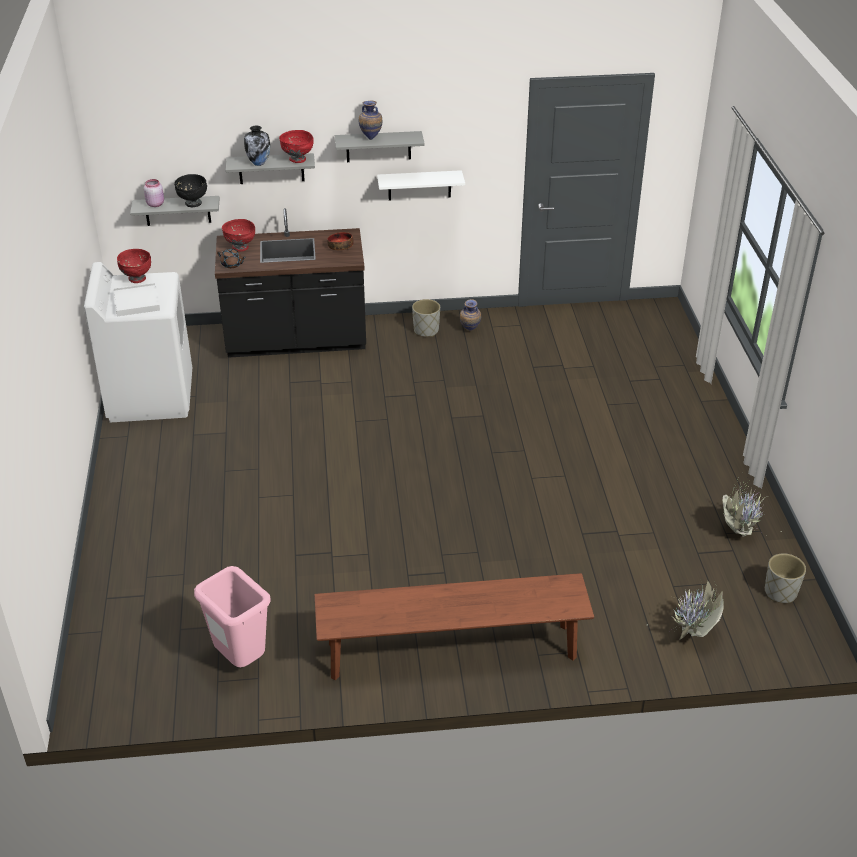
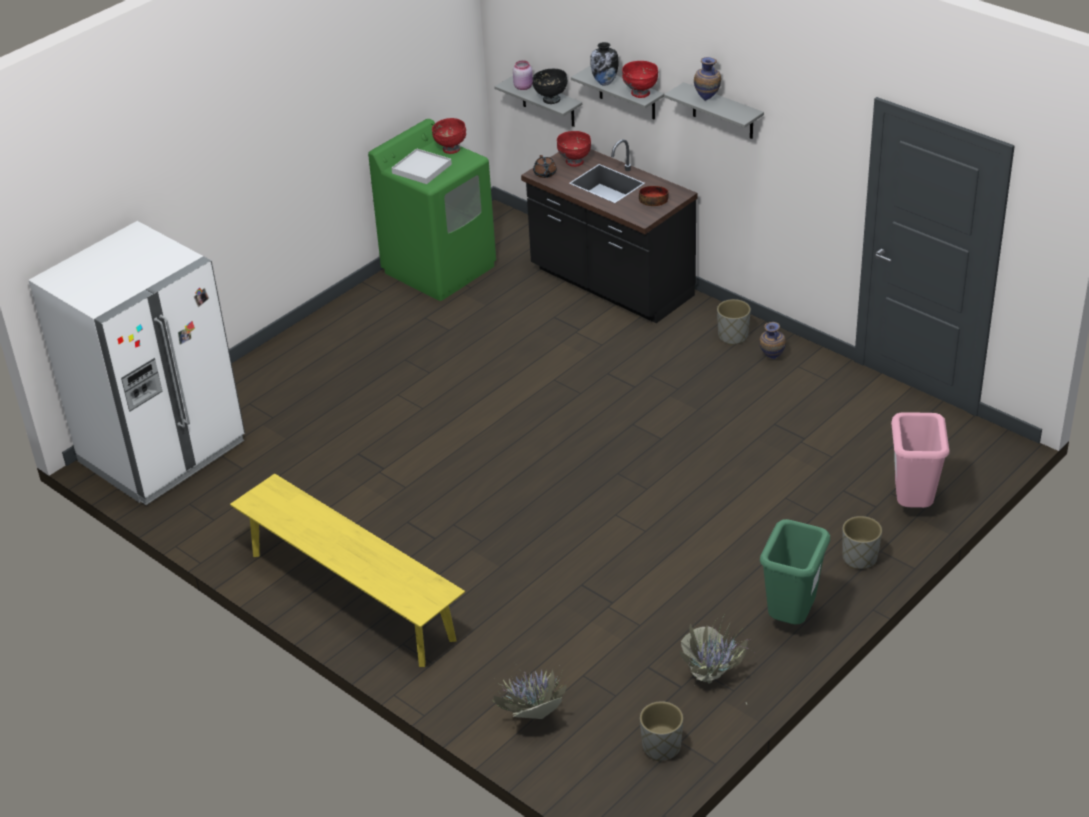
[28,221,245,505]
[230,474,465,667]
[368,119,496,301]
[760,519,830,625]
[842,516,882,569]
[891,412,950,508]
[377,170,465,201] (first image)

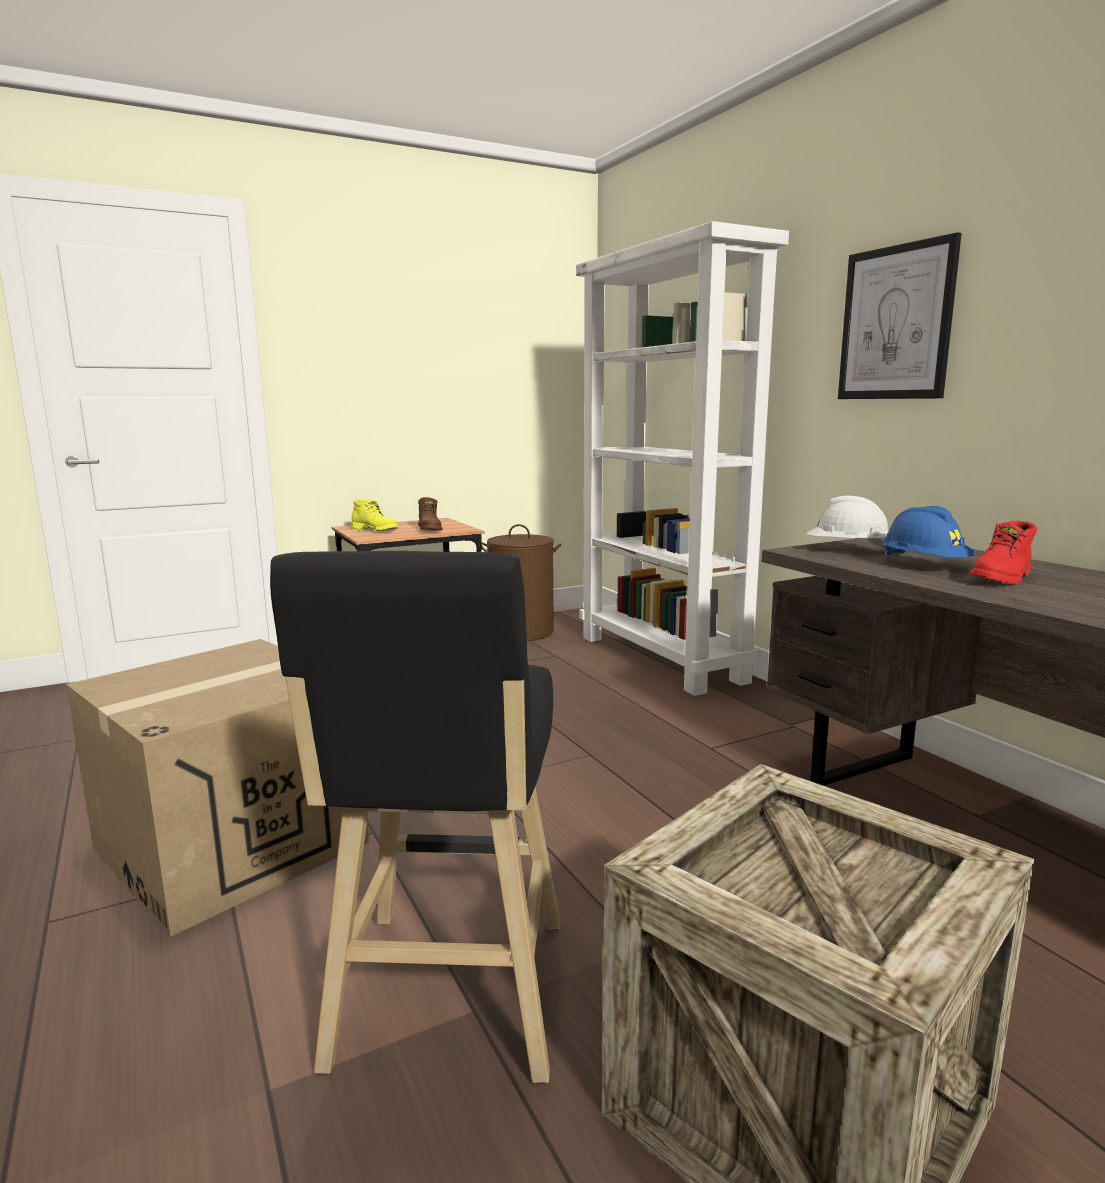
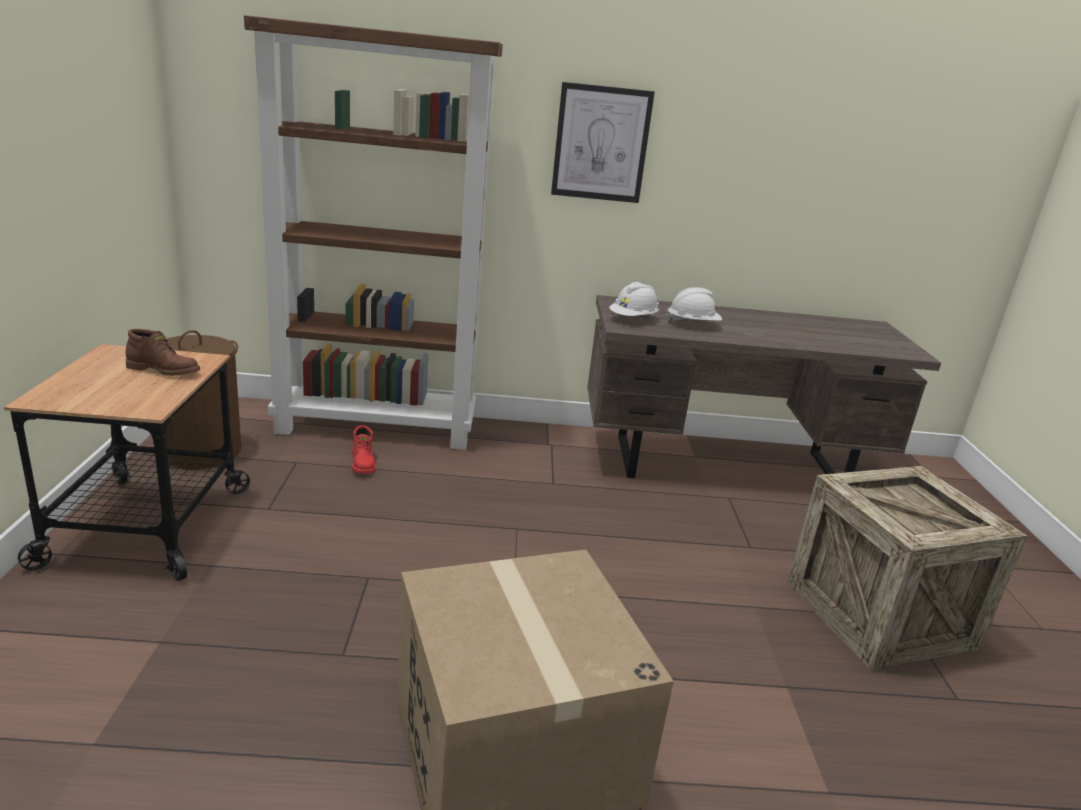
[244,15,503,450]
[352,425,376,474]
[666,287,722,322]
[270,551,560,1083] (first image)
[351,499,398,531] (first image)

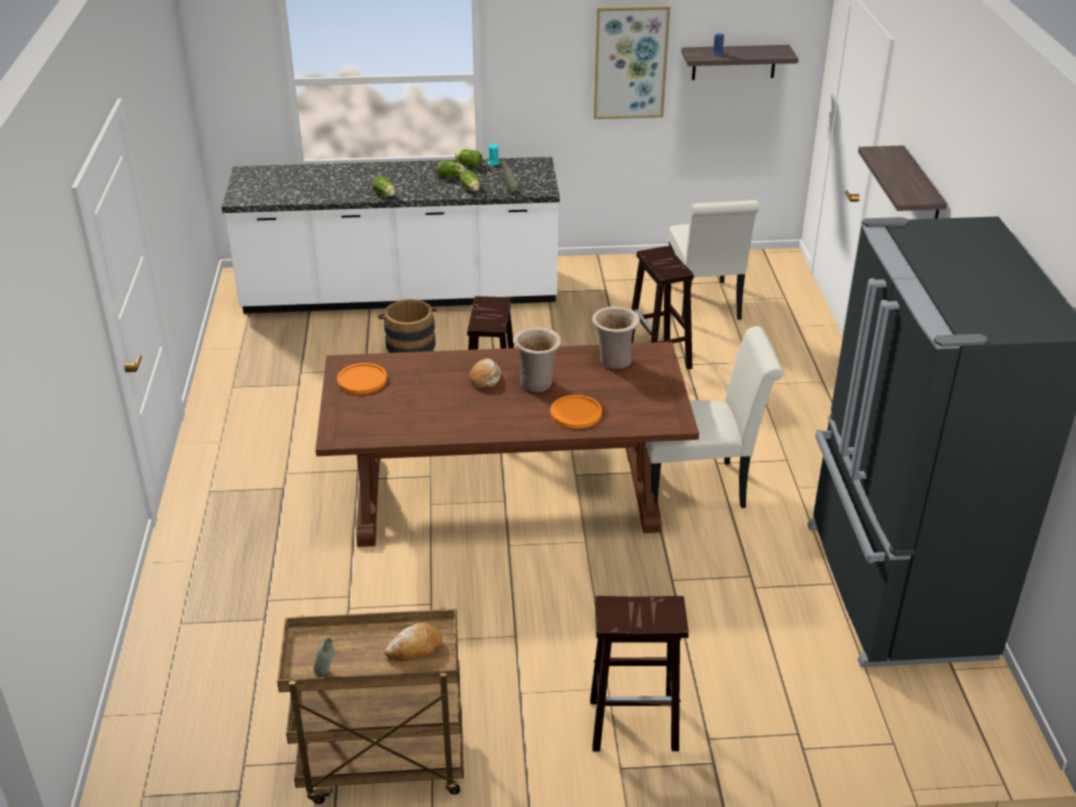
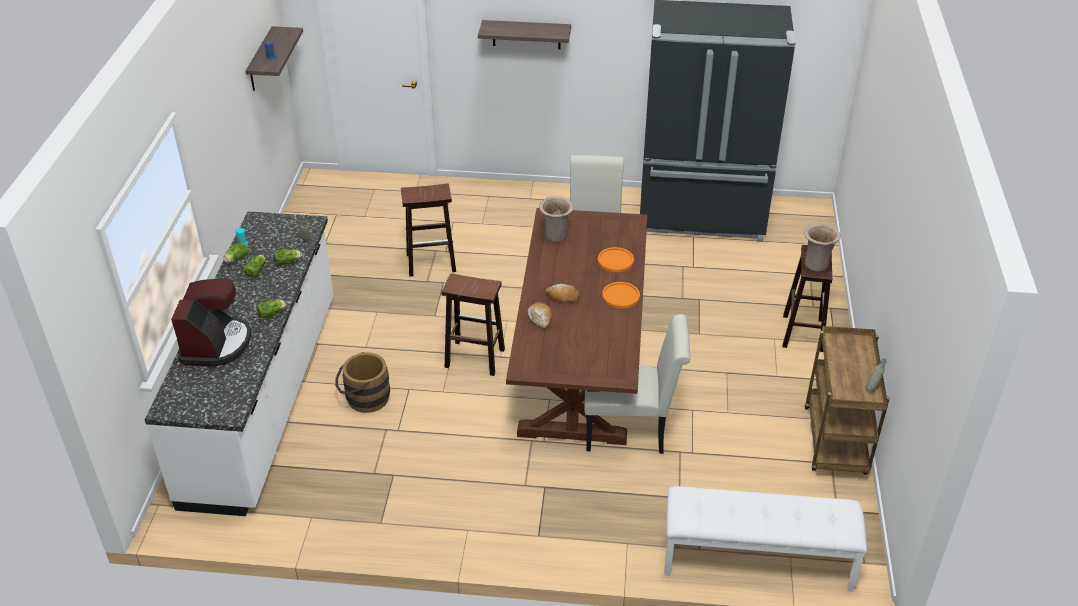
[171,278,251,366]
[528,302,552,329]
[584,314,690,454]
[602,282,640,309]
[664,486,867,591]
[804,224,841,271]
[593,5,670,119] (first image)

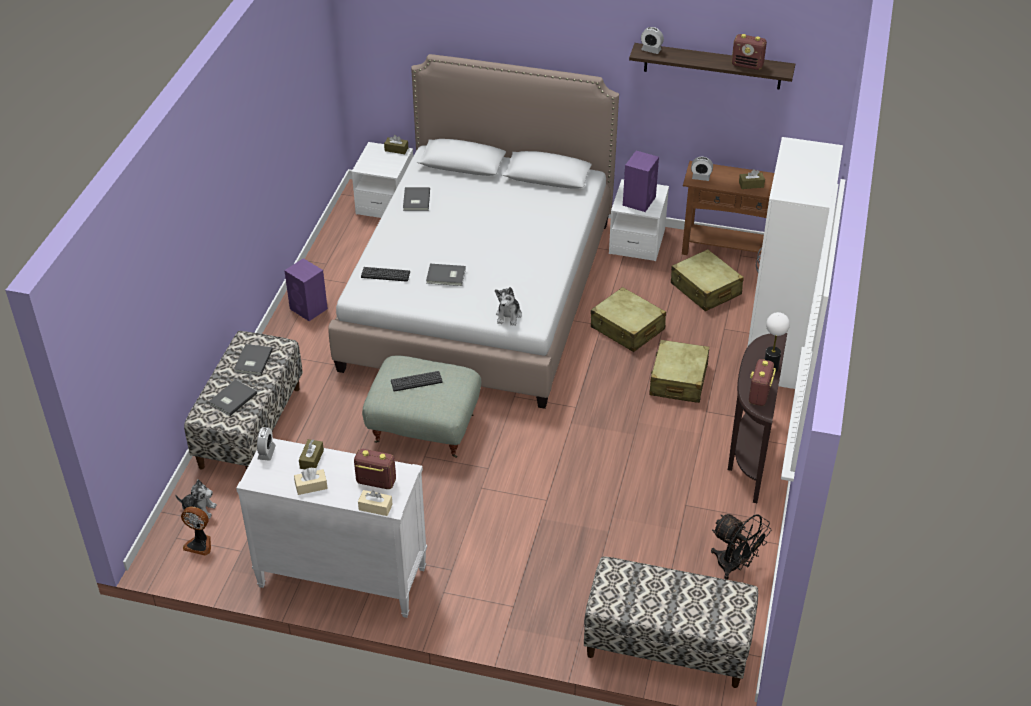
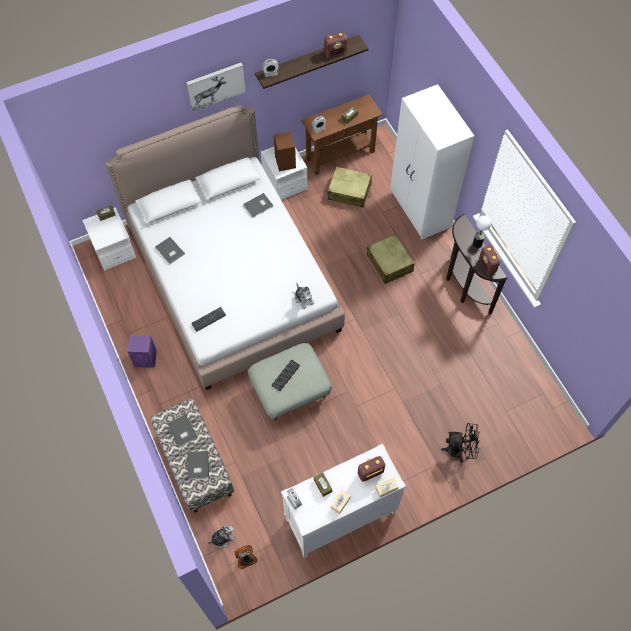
[187,63,246,112]
[243,193,273,218]
[274,131,296,171]
[441,423,480,463]
[584,556,758,688] (first image)
[591,287,666,352] (first image)

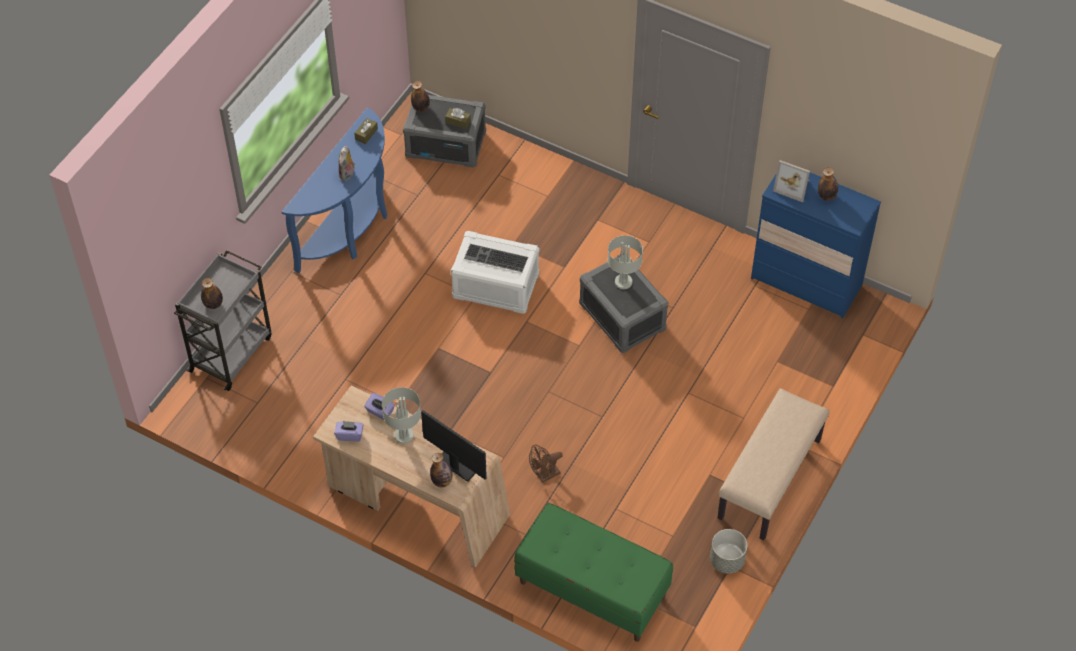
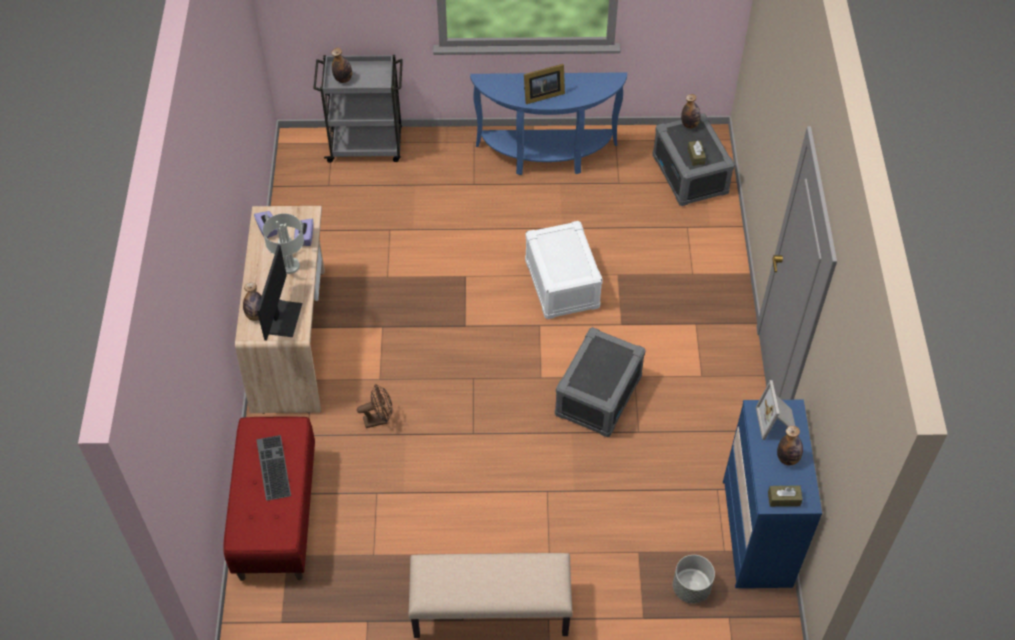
[223,416,315,581]
[256,435,291,501]
[357,384,393,428]
[524,64,565,104]
[673,555,715,604]
[768,486,803,507]
[608,235,643,289] (first image)

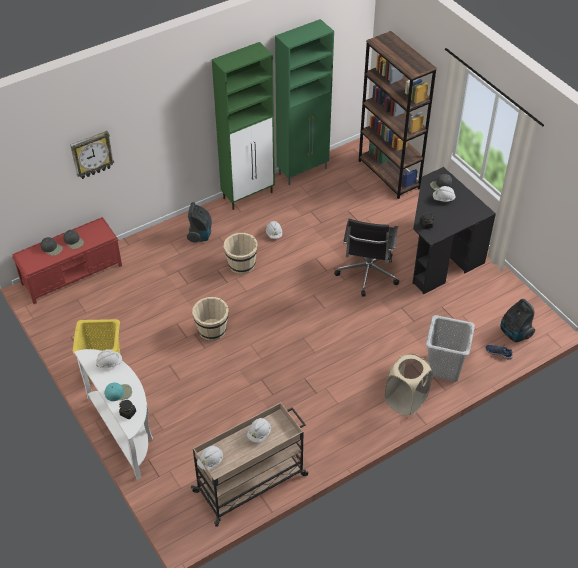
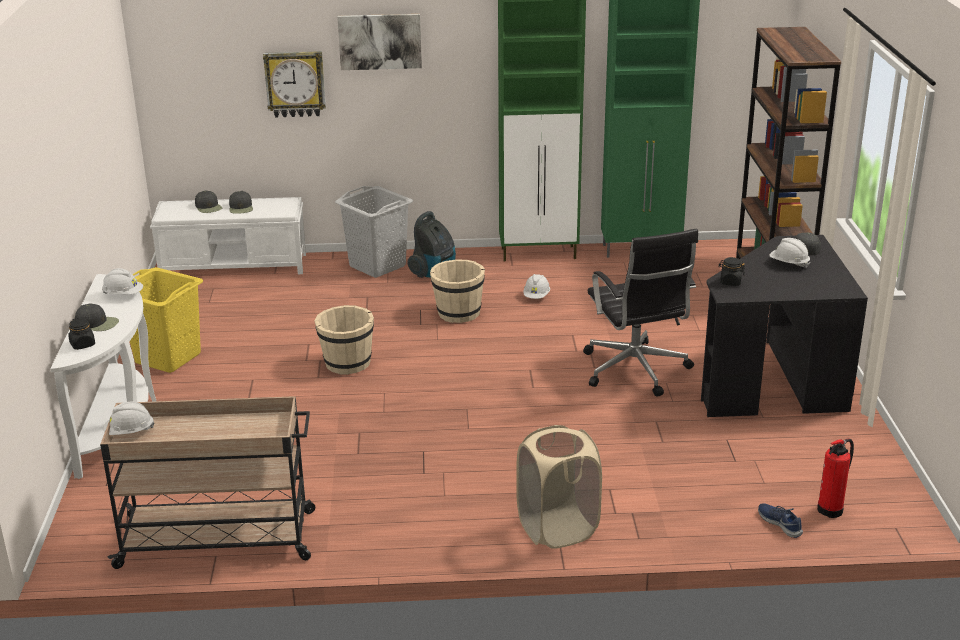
[75,304,119,331]
[150,197,306,274]
[335,186,413,278]
[337,14,422,70]
[583,229,698,397]
[817,438,854,518]
[247,418,271,443] (first image)

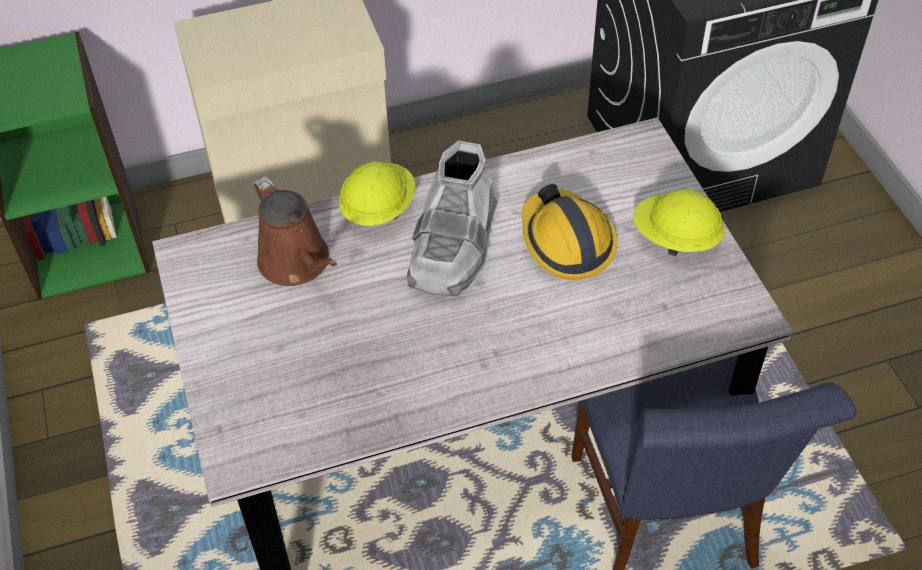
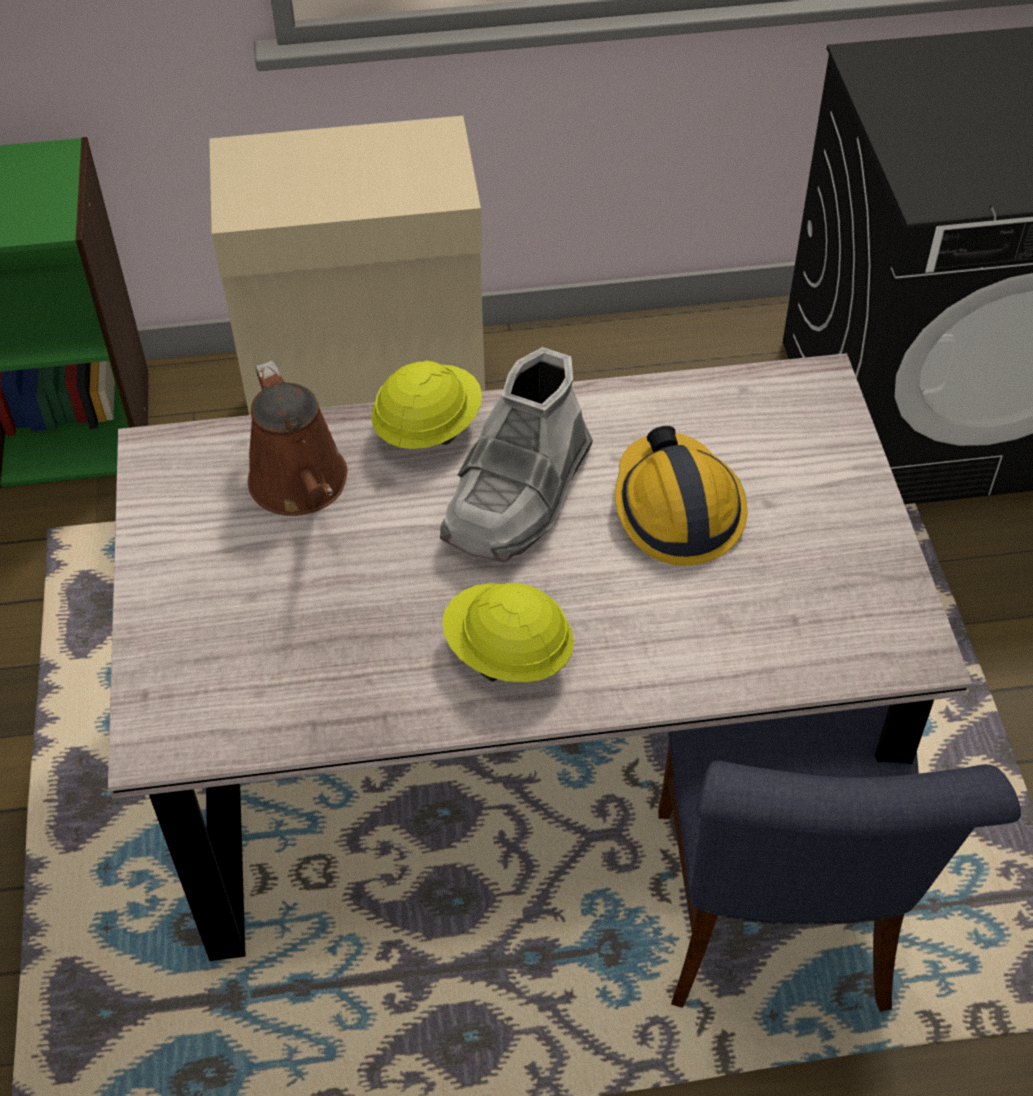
[442,583,574,683]

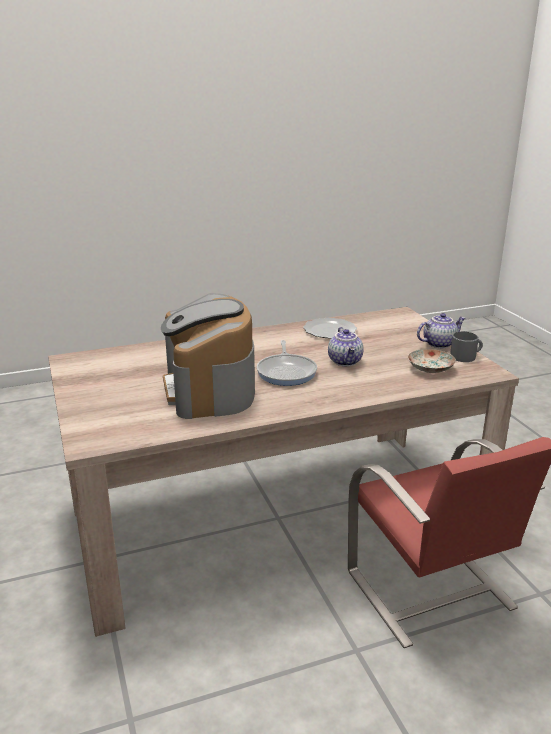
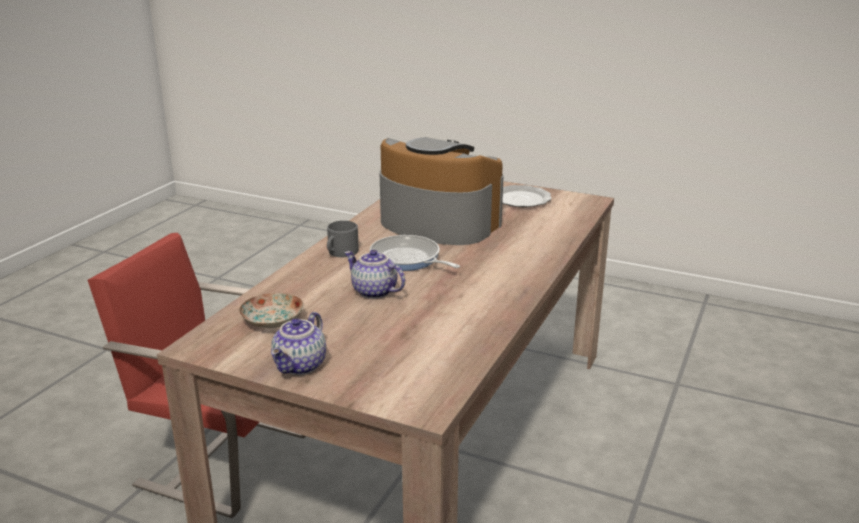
[327,221,358,257]
[502,185,552,207]

